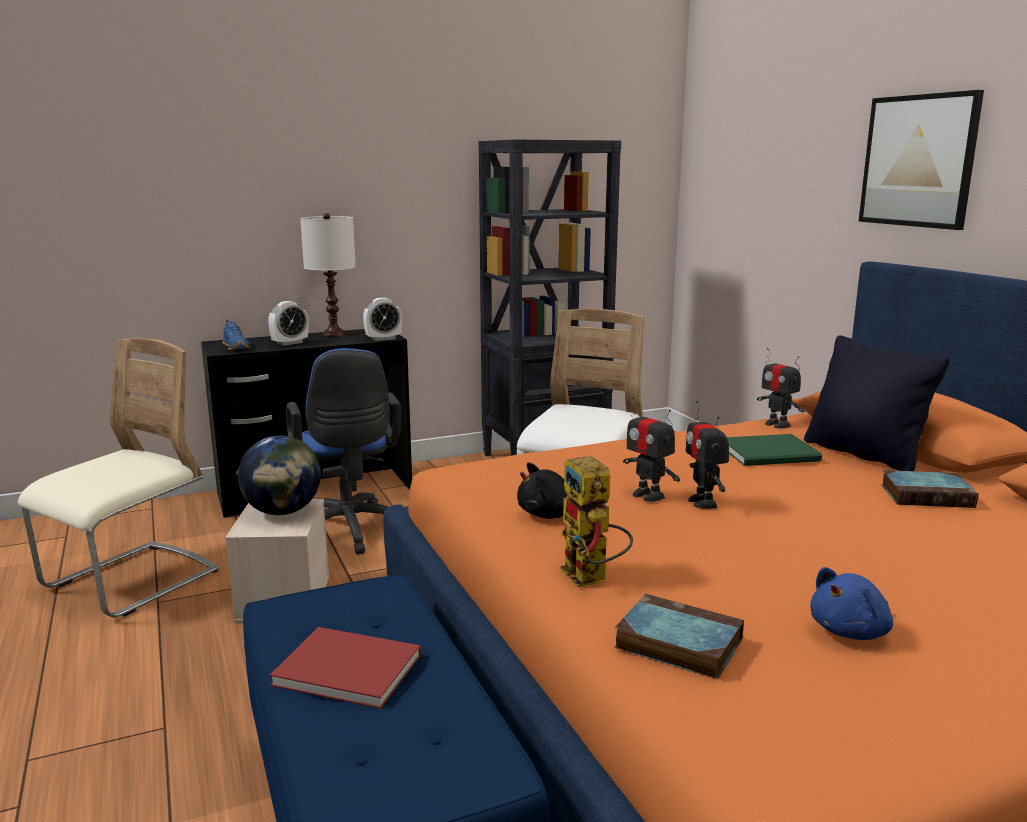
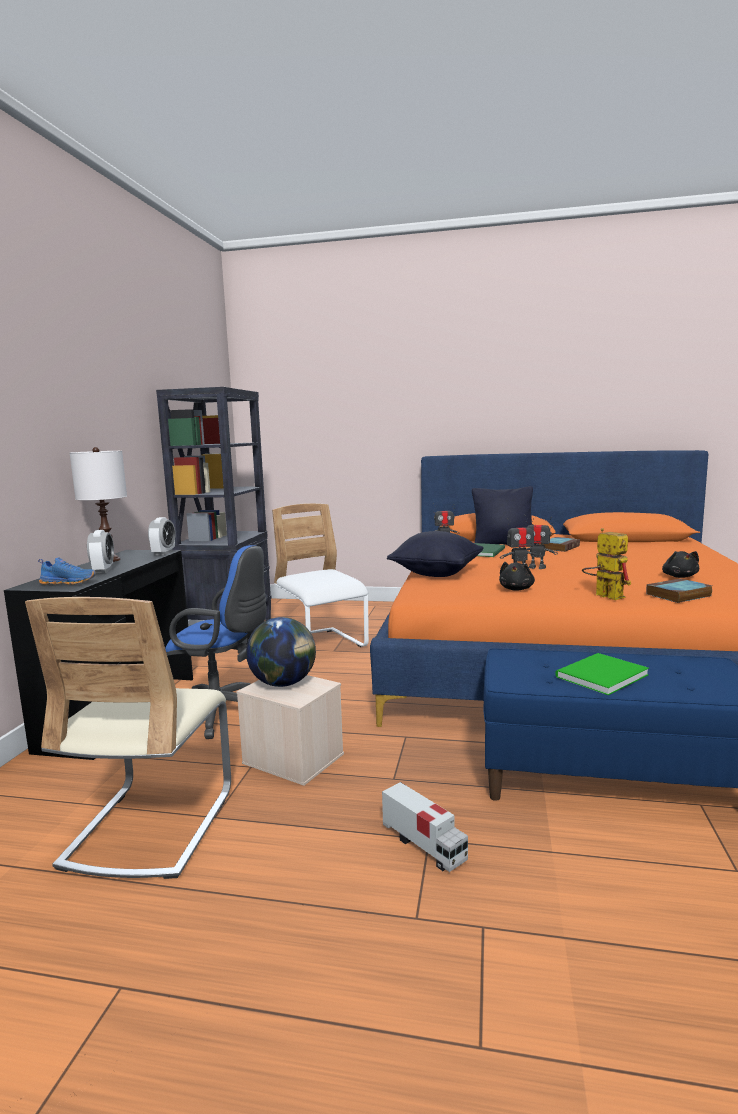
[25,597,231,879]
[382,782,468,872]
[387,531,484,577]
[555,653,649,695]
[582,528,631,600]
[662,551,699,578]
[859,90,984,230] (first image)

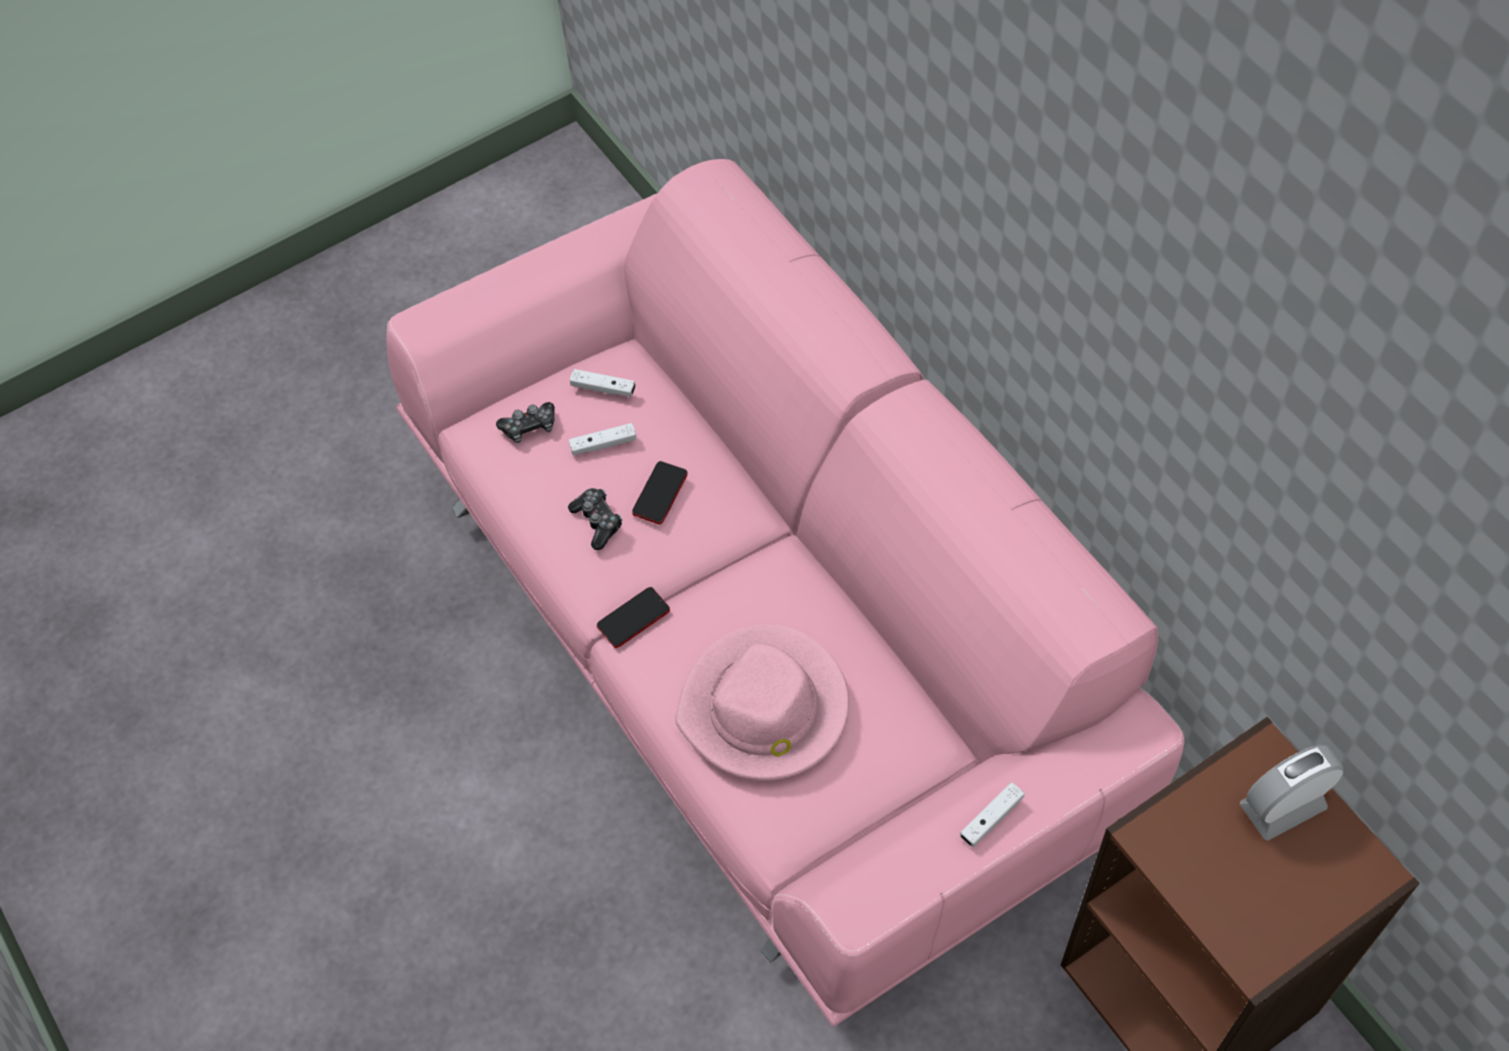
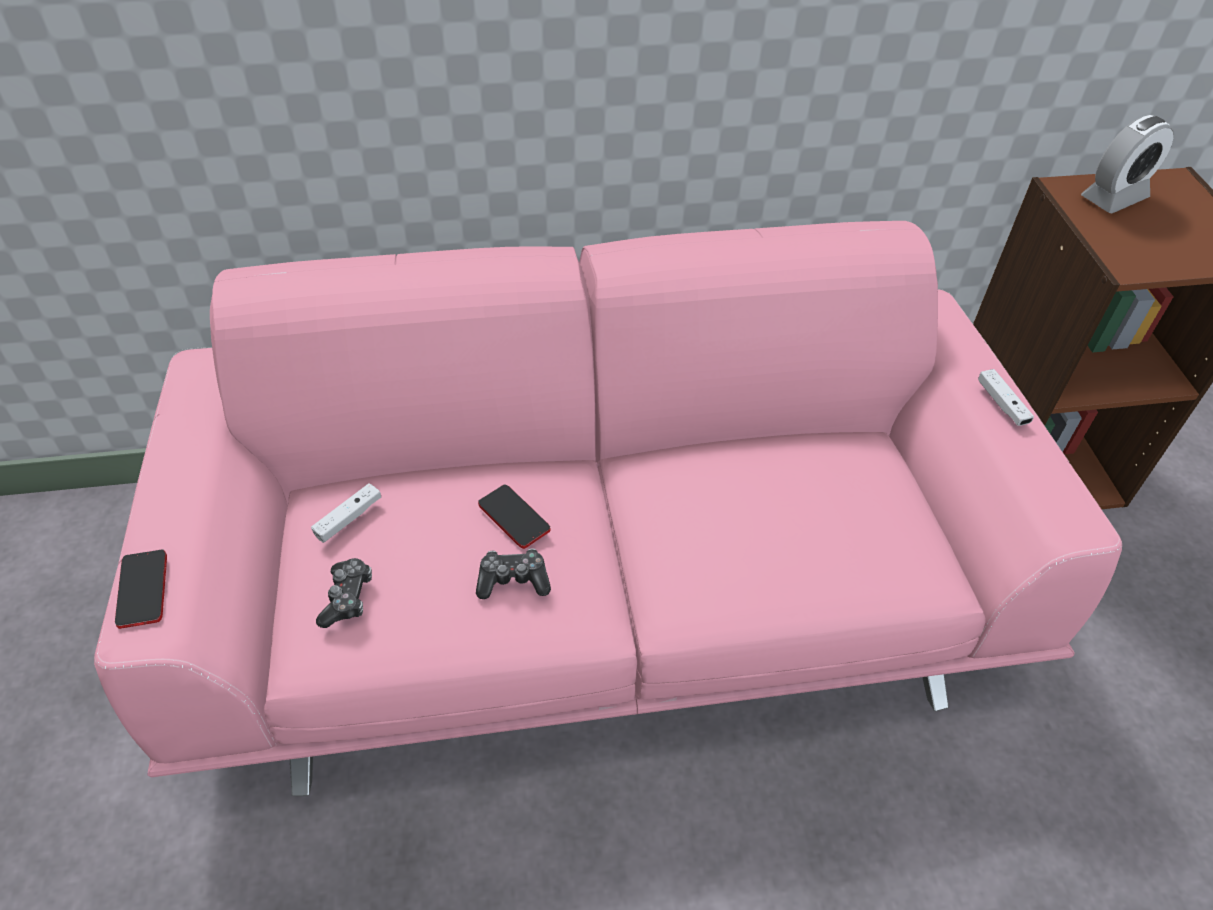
[115,549,167,629]
[1081,115,1174,213]
[569,423,636,456] (first image)
[675,624,849,781] (first image)

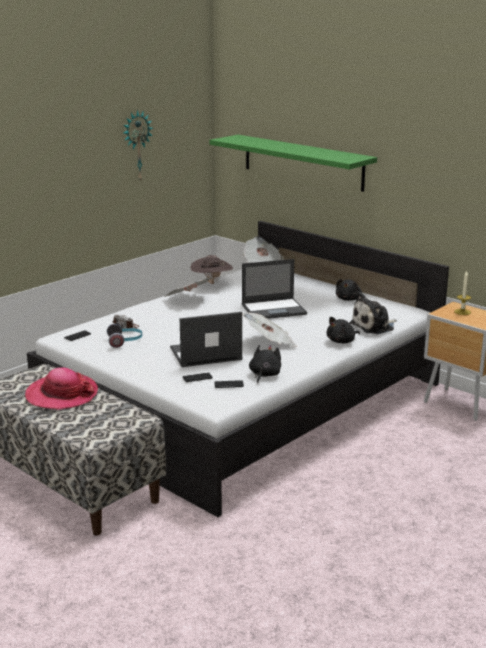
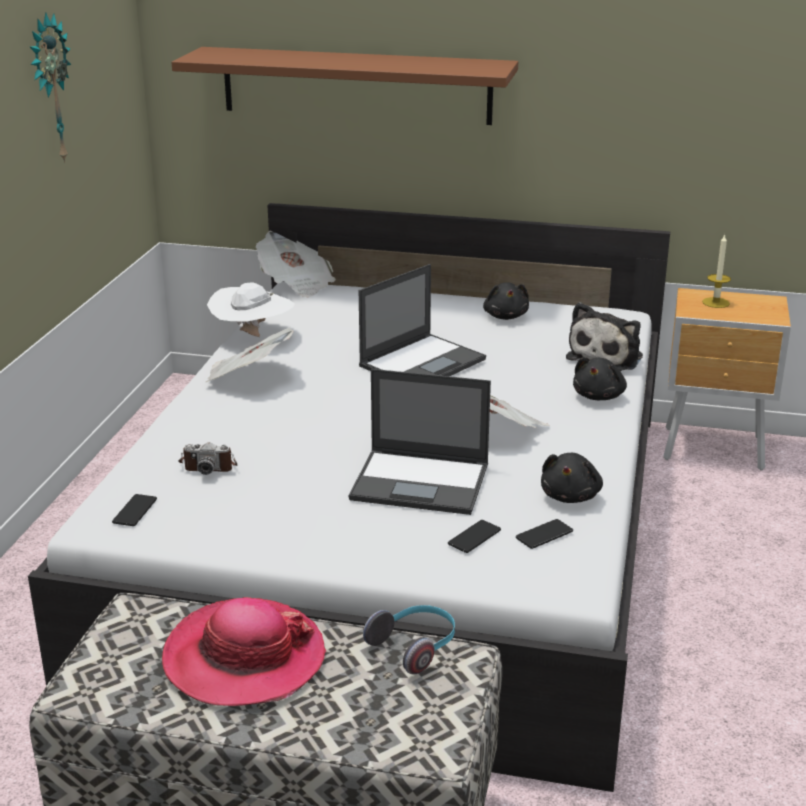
[171,47,518,125]
[207,282,294,337]
[349,369,491,515]
[363,605,455,675]
[541,453,603,503]

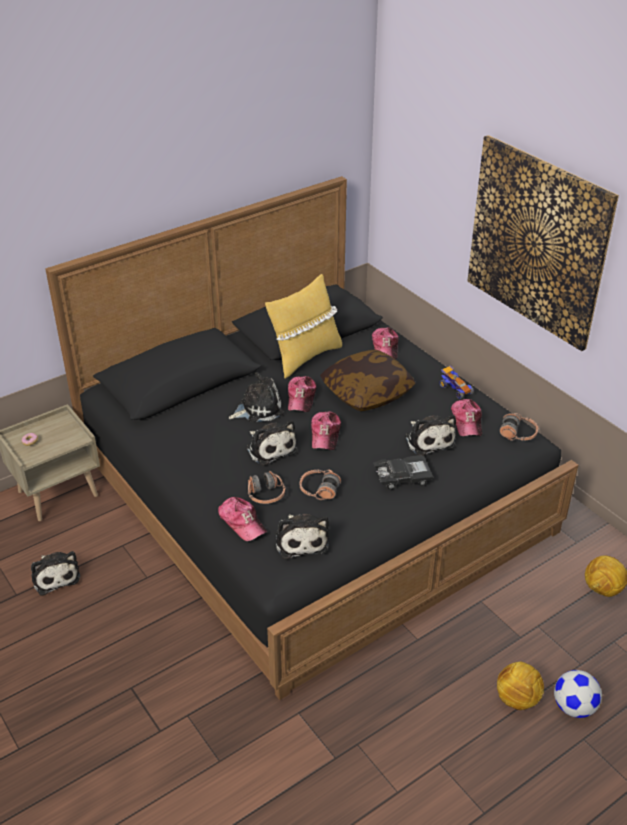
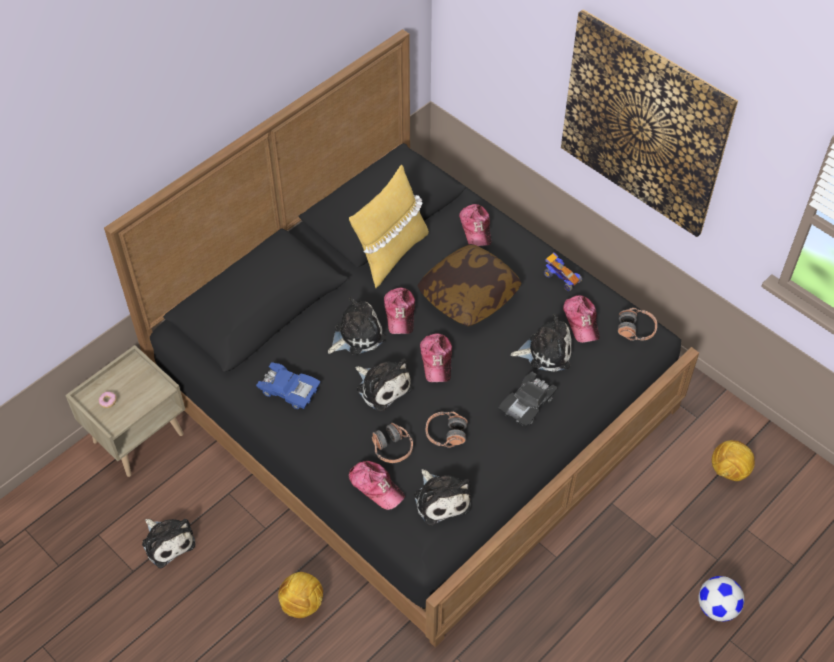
[256,362,320,409]
[278,572,323,618]
[499,372,558,427]
[511,313,572,372]

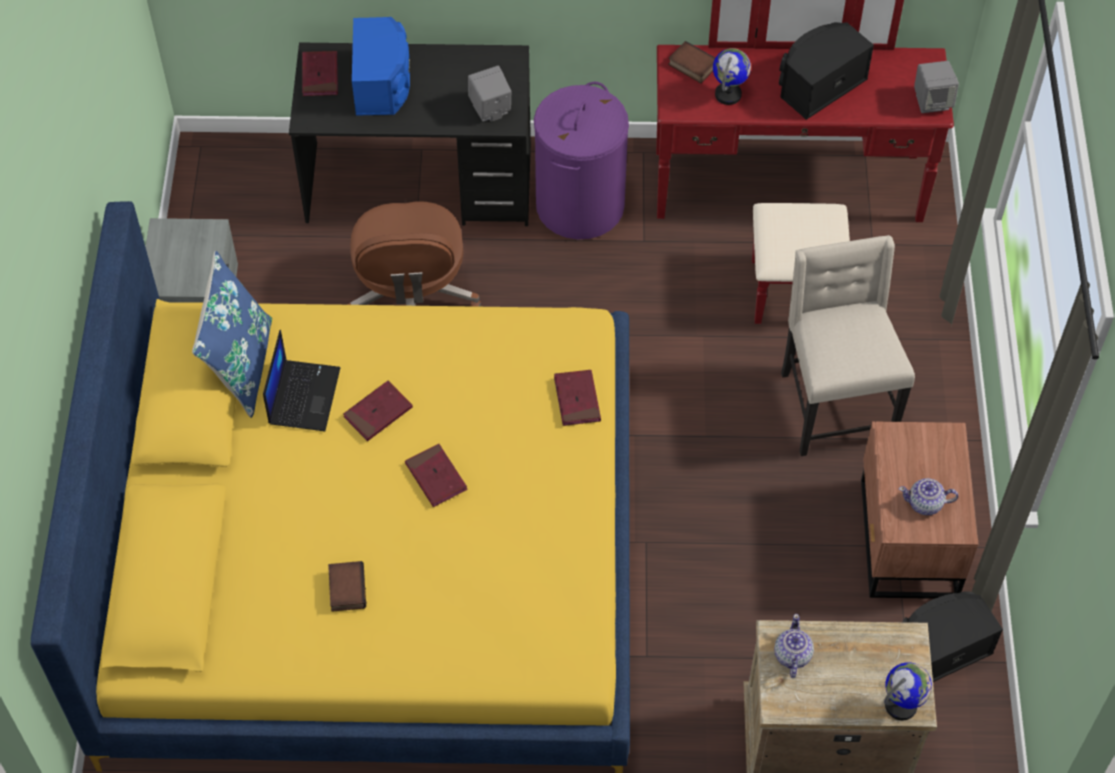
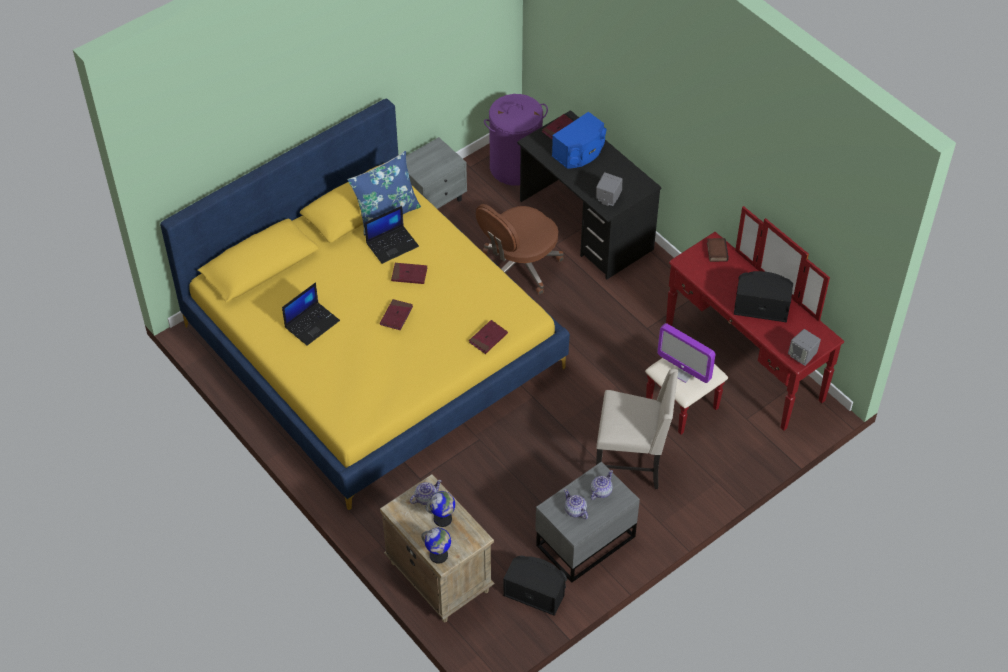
[282,282,340,346]
[426,491,455,527]
[484,94,548,186]
[535,462,640,583]
[591,470,613,500]
[596,369,678,489]
[657,323,715,383]

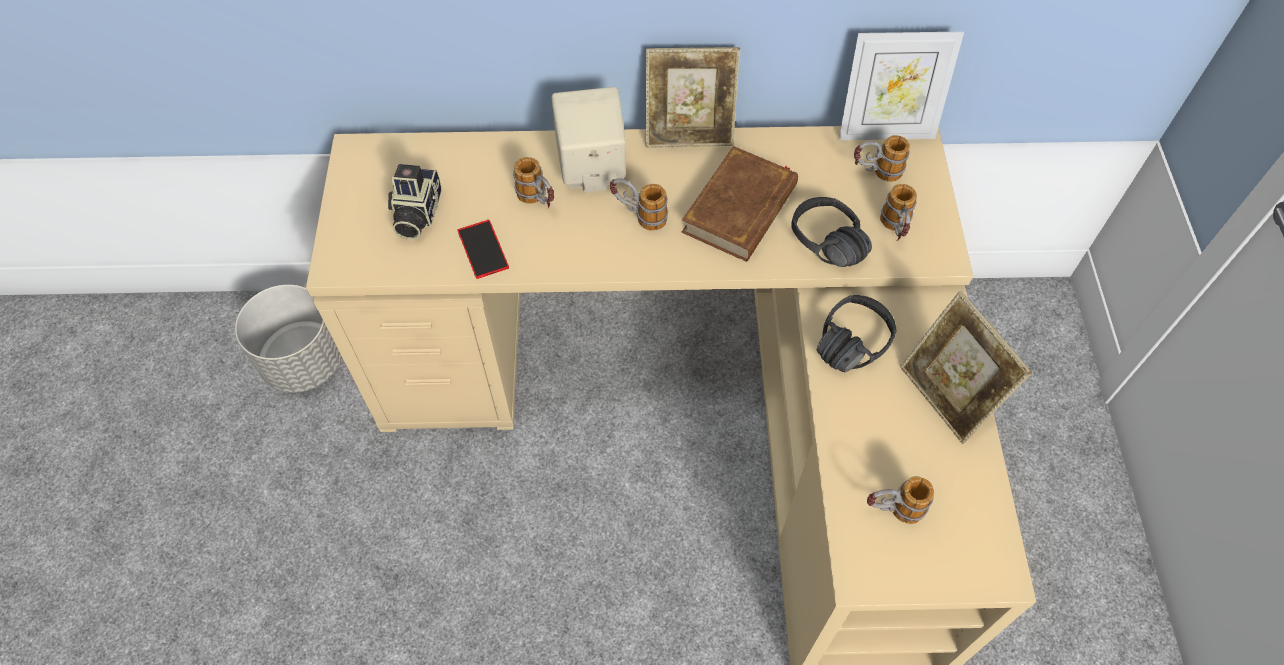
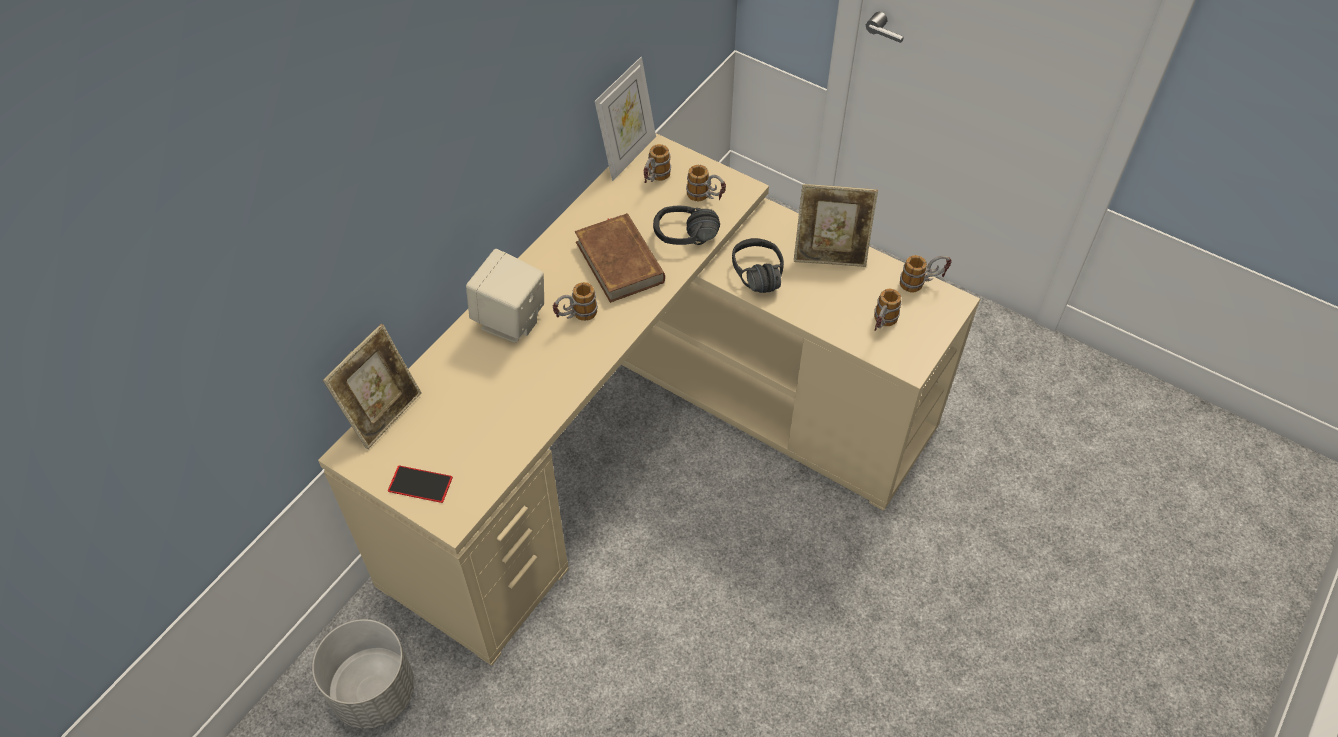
[323,324,422,449]
[388,465,453,503]
[900,255,952,292]
[388,164,441,240] (first image)

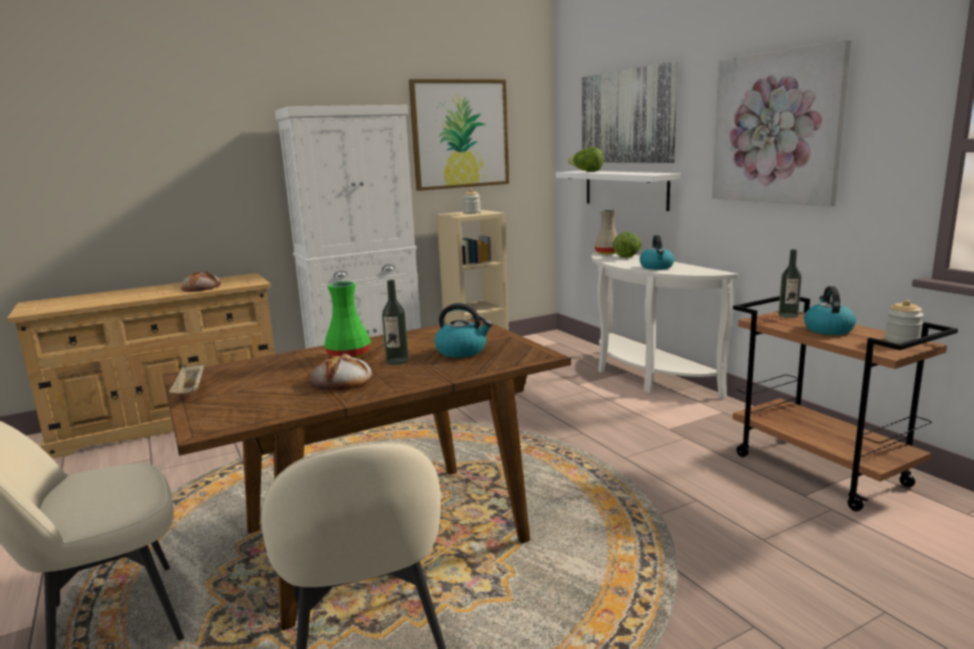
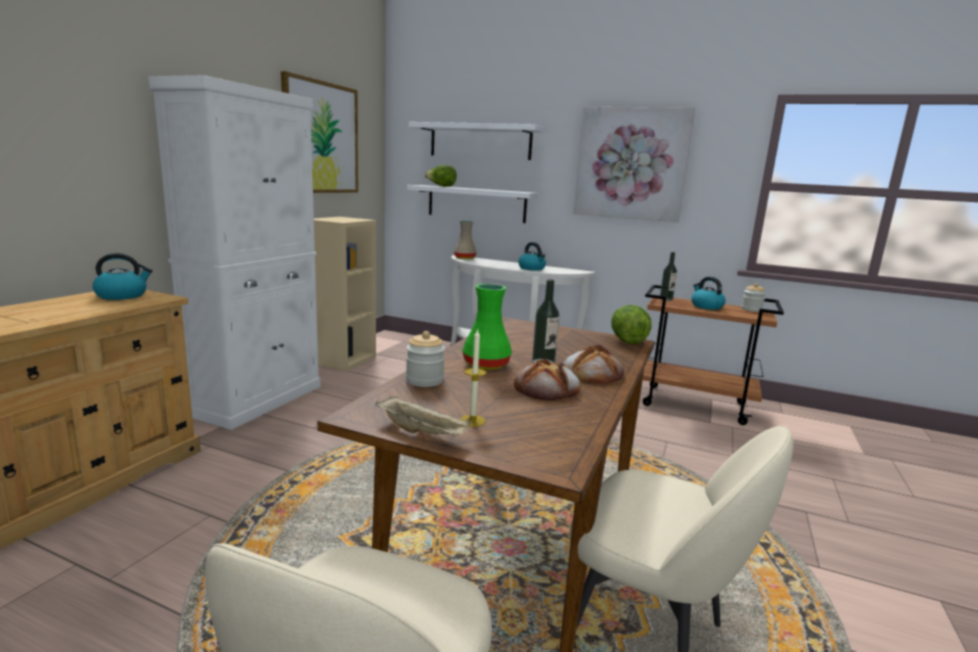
[92,253,153,300]
[406,331,445,387]
[409,122,544,160]
[461,328,487,427]
[563,345,624,384]
[611,305,651,345]

